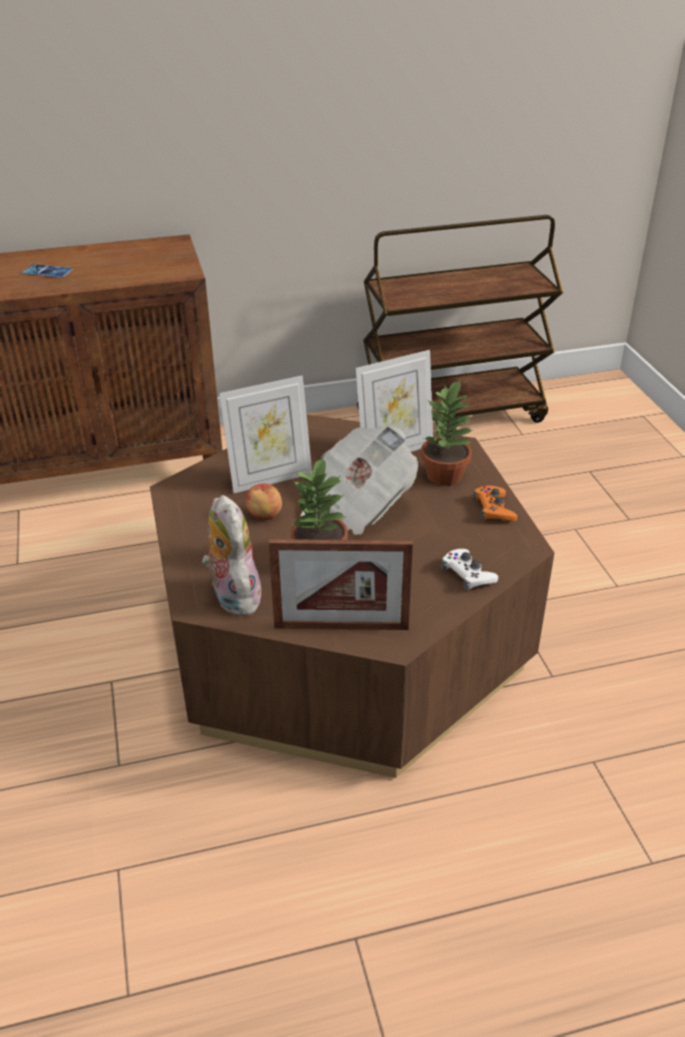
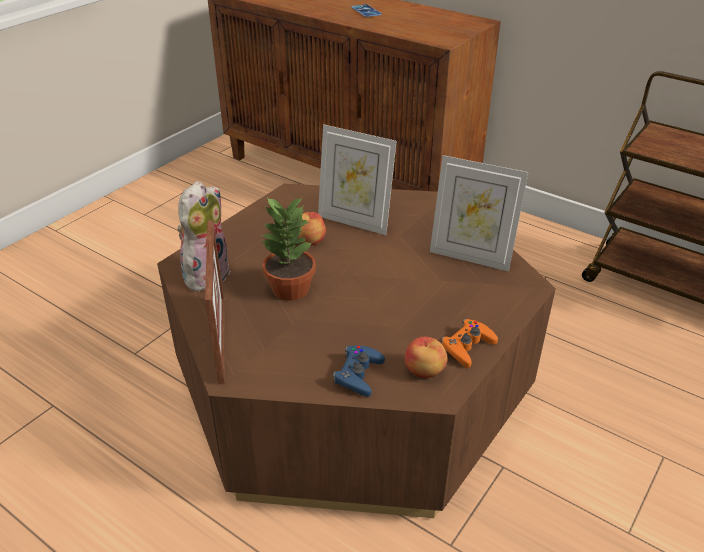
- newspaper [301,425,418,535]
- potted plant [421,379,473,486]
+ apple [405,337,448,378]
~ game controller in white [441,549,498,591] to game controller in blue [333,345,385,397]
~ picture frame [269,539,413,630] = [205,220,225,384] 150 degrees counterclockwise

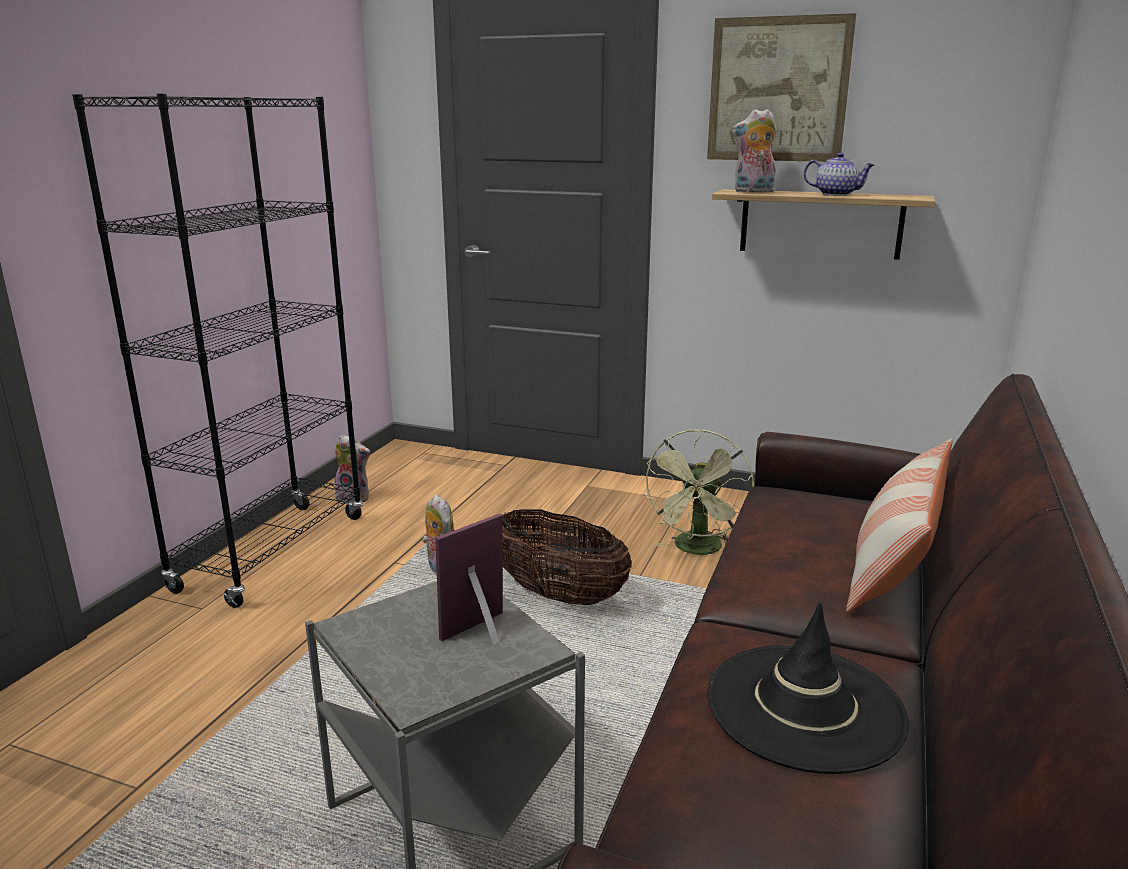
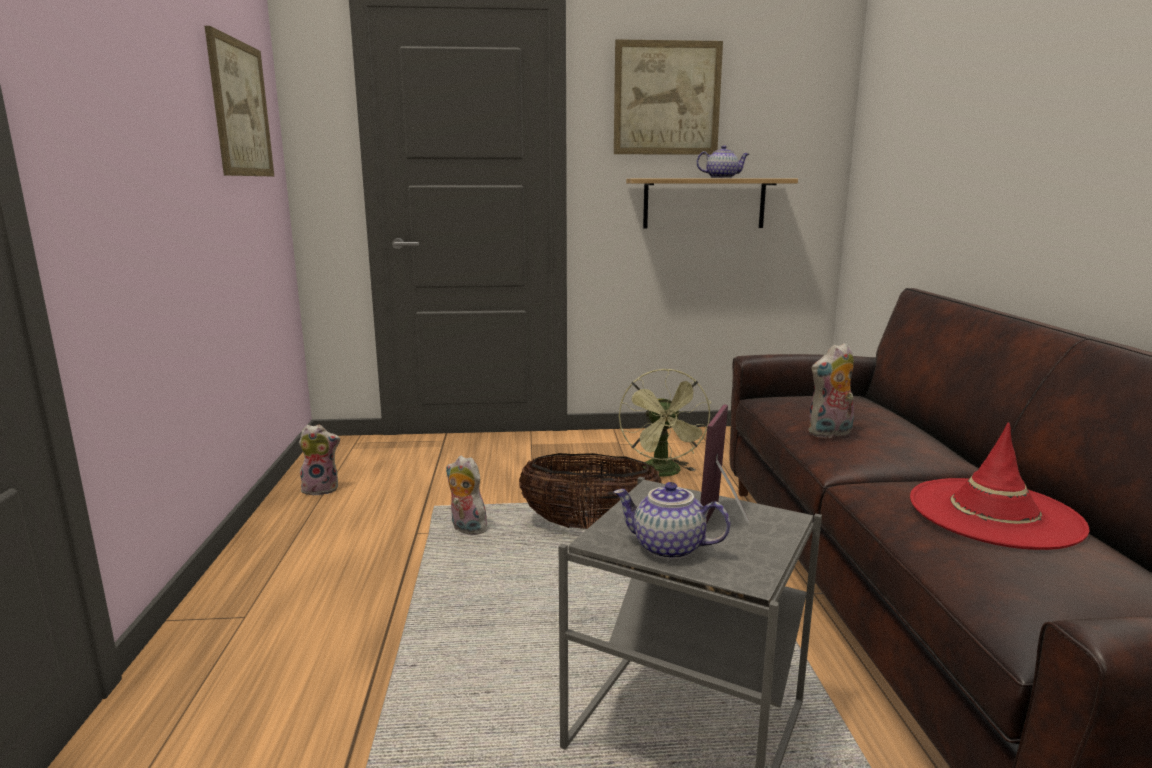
- bookcase in black [72,94,363,608]
- pillow [846,439,953,612]
+ picture [205,26,274,176]
+ teapot [614,482,730,560]
~ plush toy [732,109,777,193] to [808,343,854,438]
~ hat in black [708,602,909,774] to hat in red [910,422,1089,550]

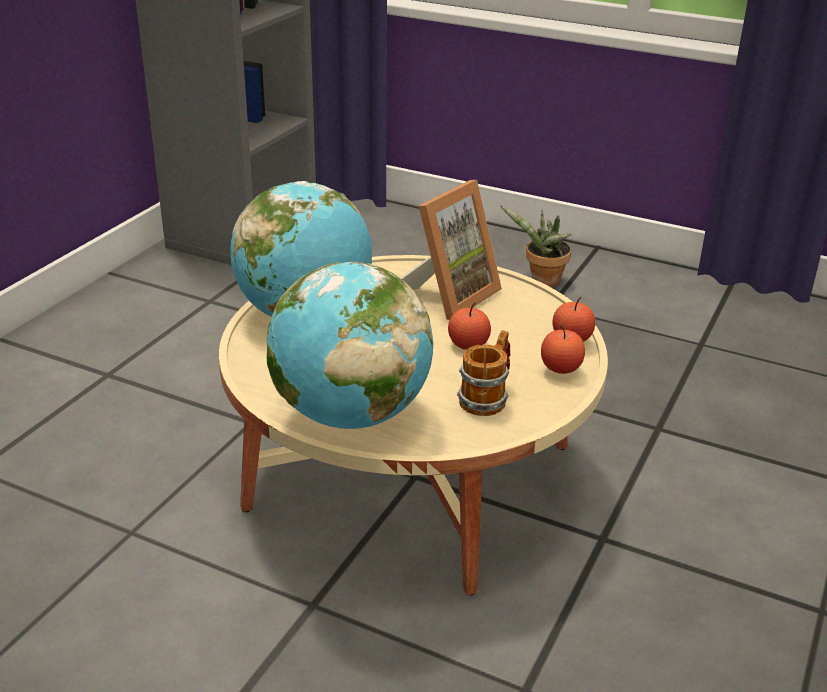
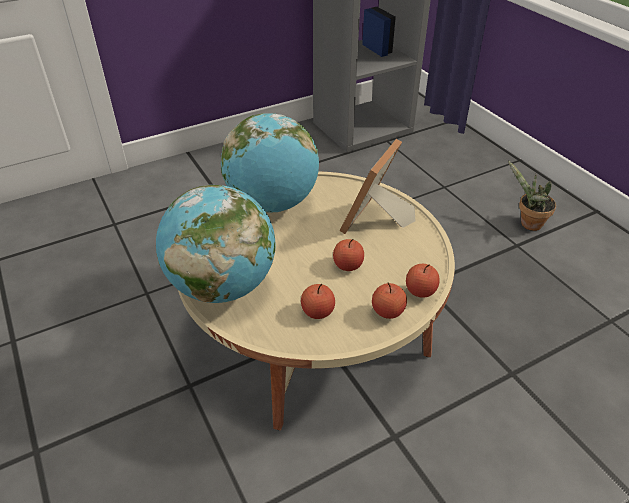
~ mug [457,330,510,416] to apple [301,284,335,319]
~ picture frame [400,180,502,320] = [340,139,415,234] 135 degrees clockwise

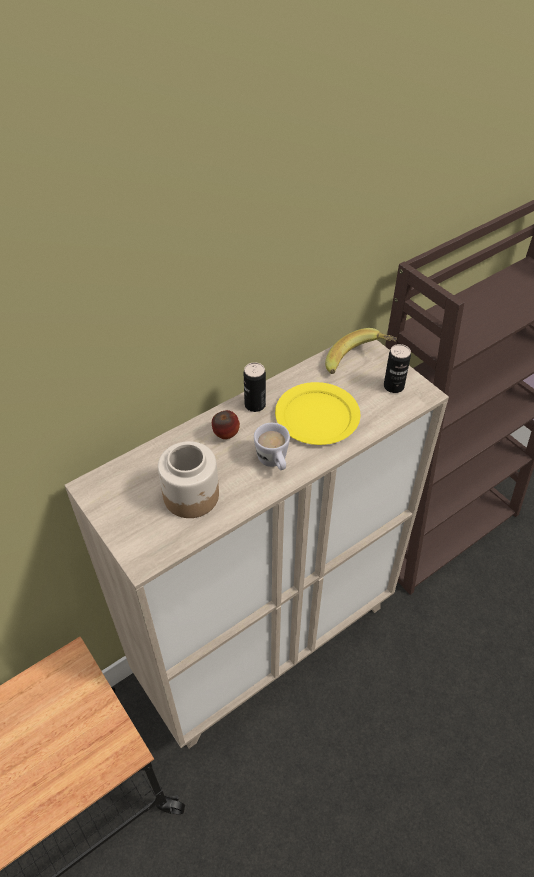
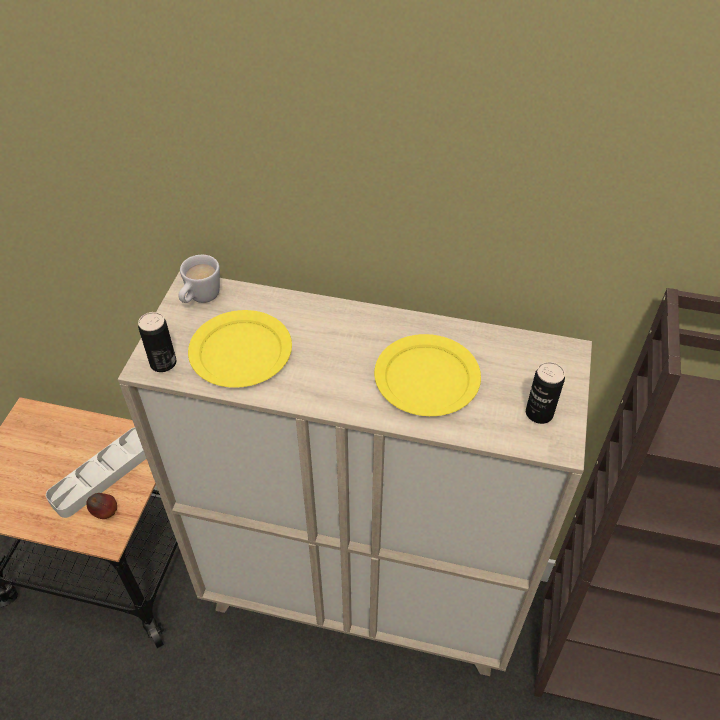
- banana [325,328,397,374]
+ tray in grey [46,427,146,518]
~ apple [212,410,240,439] to [87,493,117,519]
~ can [244,362,266,412] to [138,312,176,372]
~ mug in white [254,423,290,470] to [178,255,220,303]
~ jar [158,441,219,518] to plate in yellow [188,310,292,388]

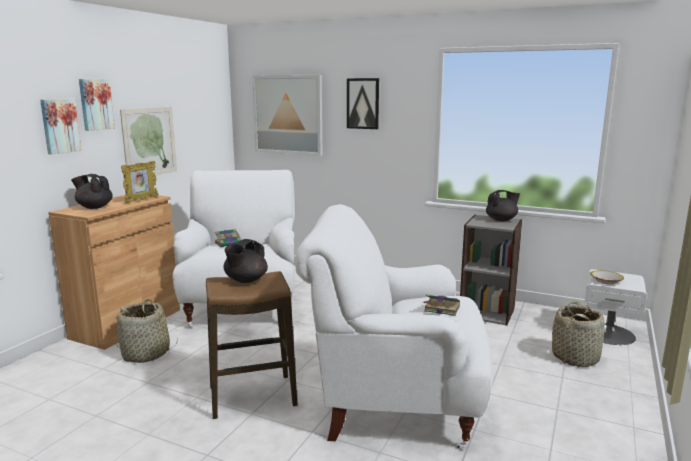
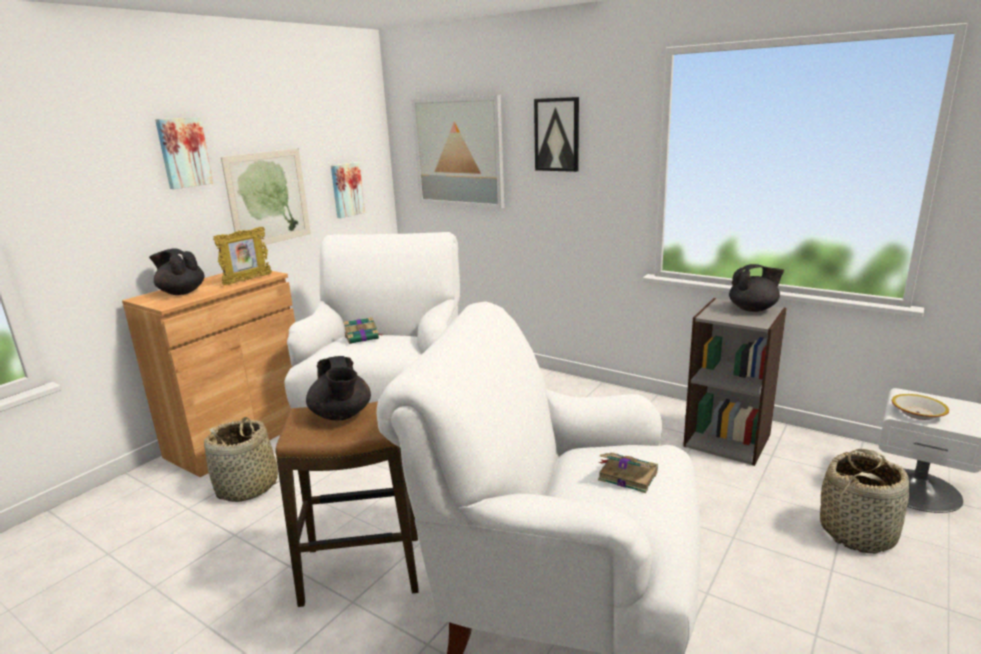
~ picture [40,99,82,154] to [331,162,365,218]
~ teapot in black [223,239,268,283] = [306,356,371,420] 60 degrees counterclockwise

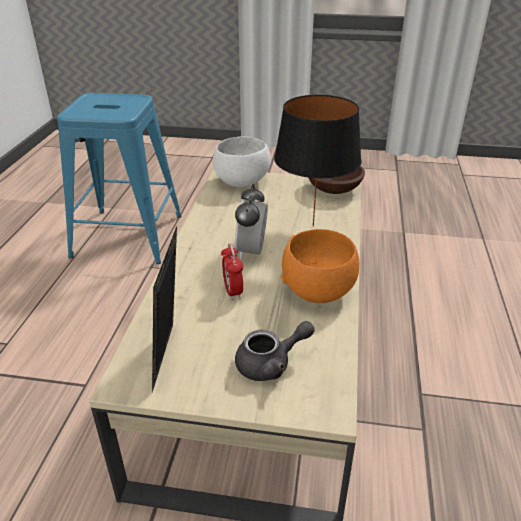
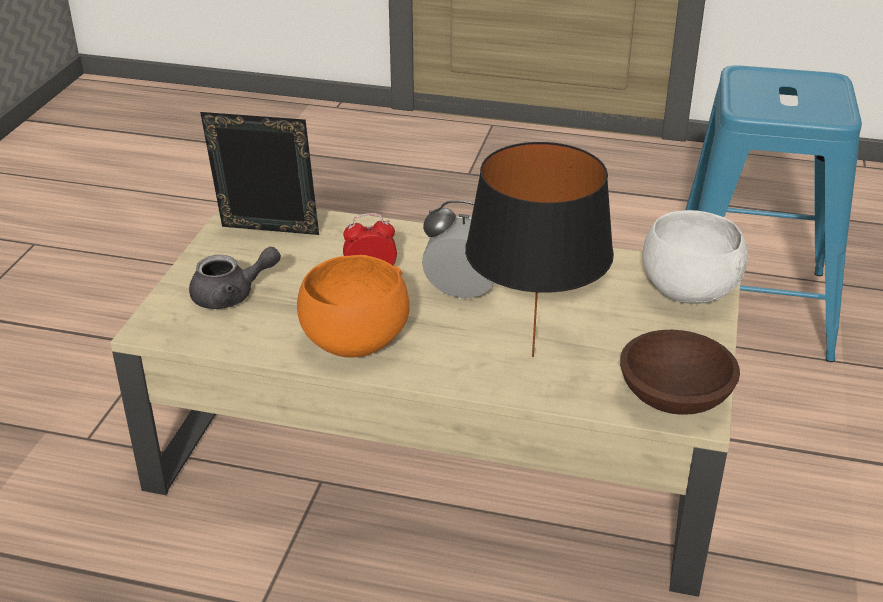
~ teapot in grey [235,321,315,381] = [189,247,281,309] 90 degrees counterclockwise

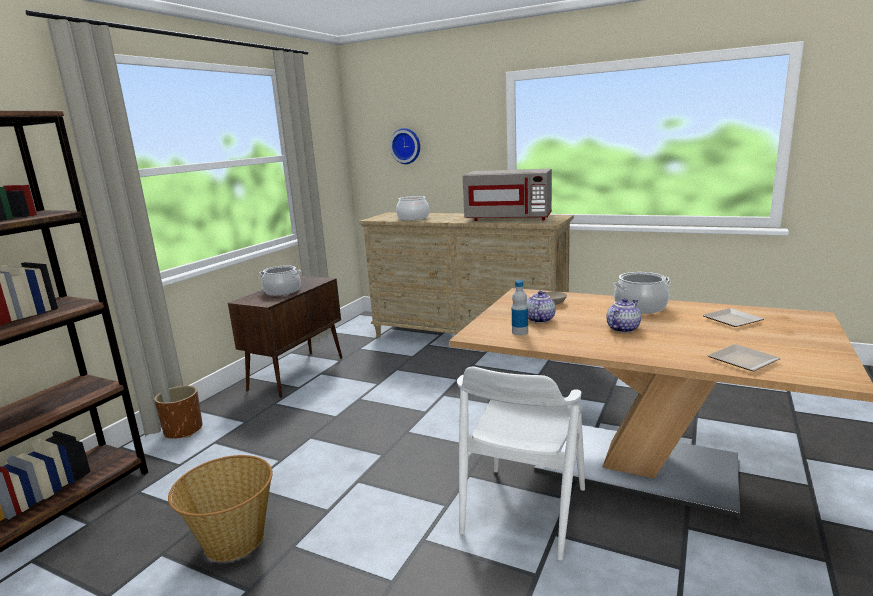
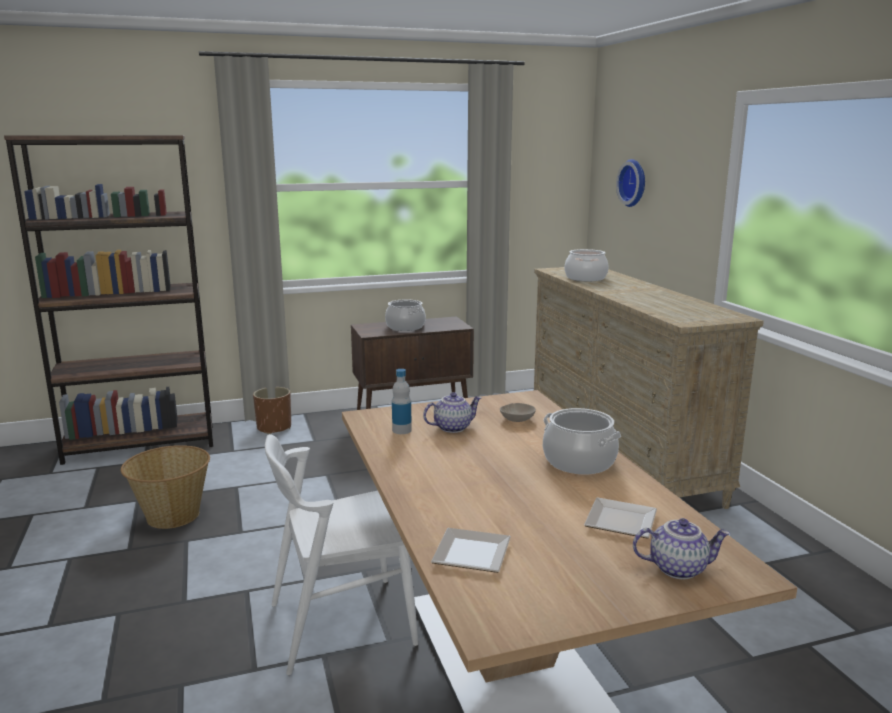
- microwave in grey [463,169,552,221]
~ teapot [607,298,641,333] to [633,518,730,579]

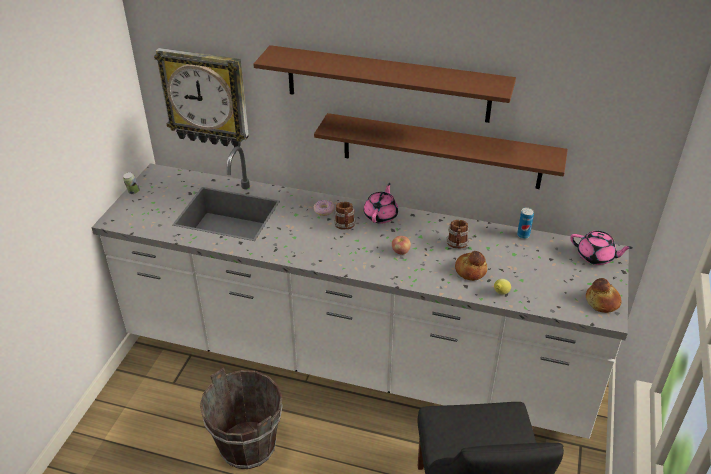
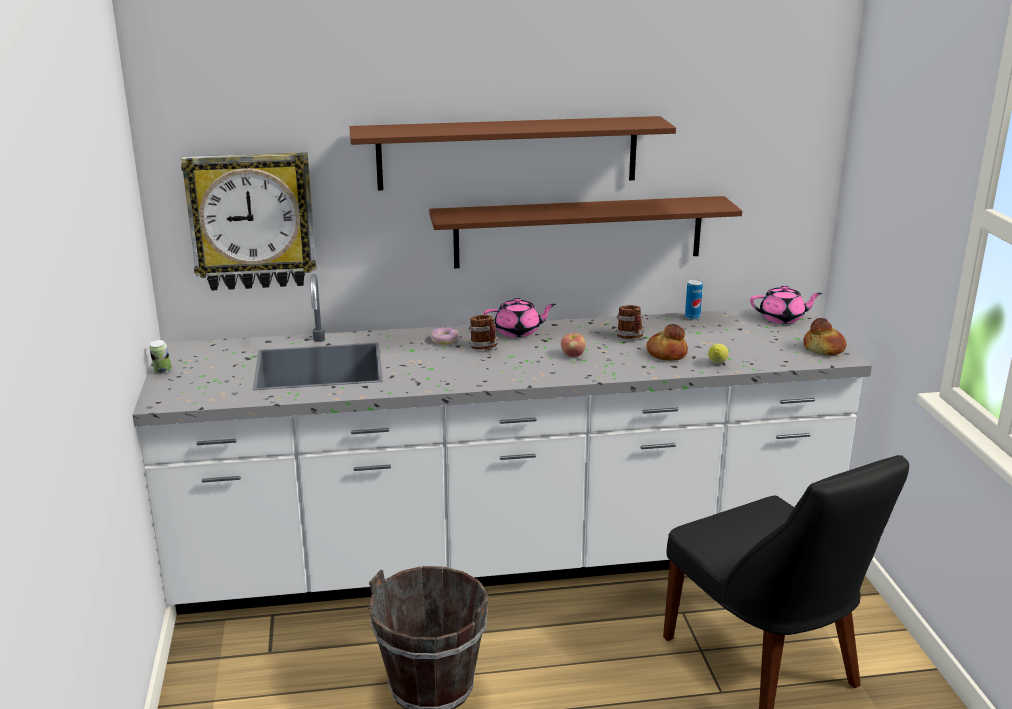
~ teapot in pink [364,183,398,224] = [483,298,556,337] 90 degrees clockwise

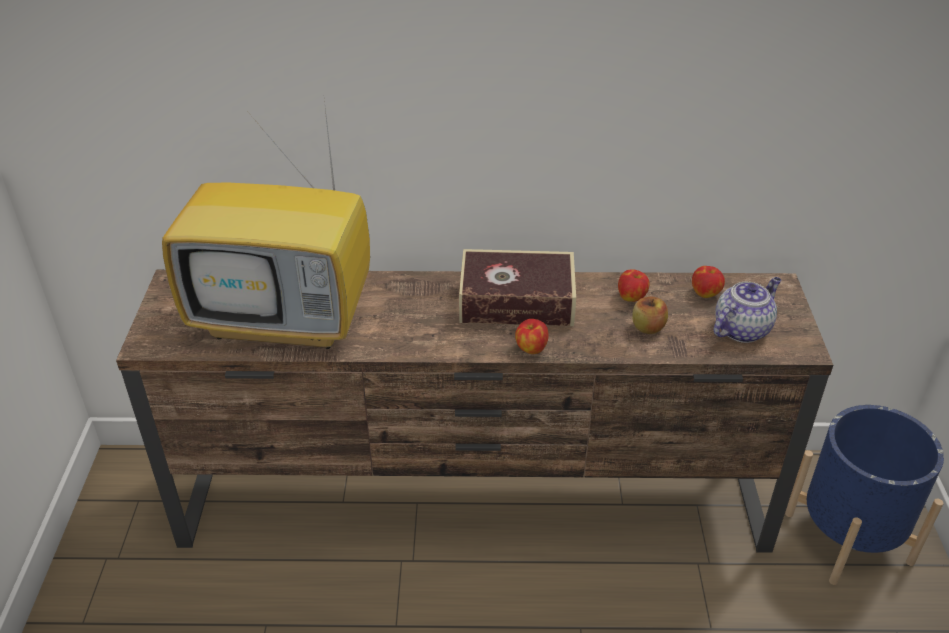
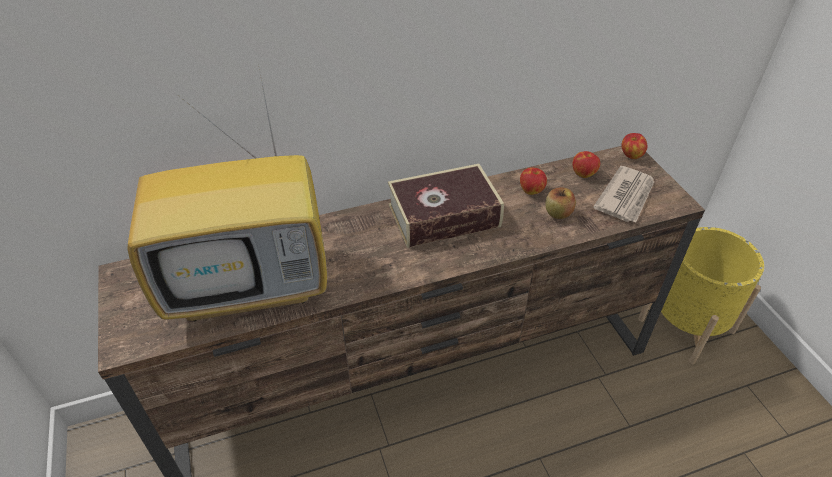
~ apple [515,319,548,354] to [622,133,647,159]
~ teapot [714,277,781,343] to newspaper [593,166,654,223]
~ planter in blue [785,405,944,585] to planter in yellow [638,227,764,364]

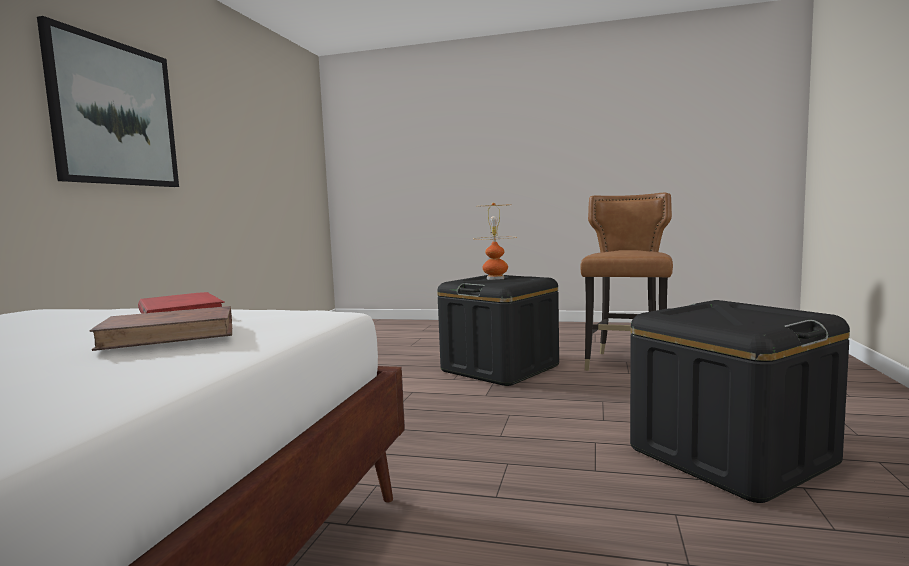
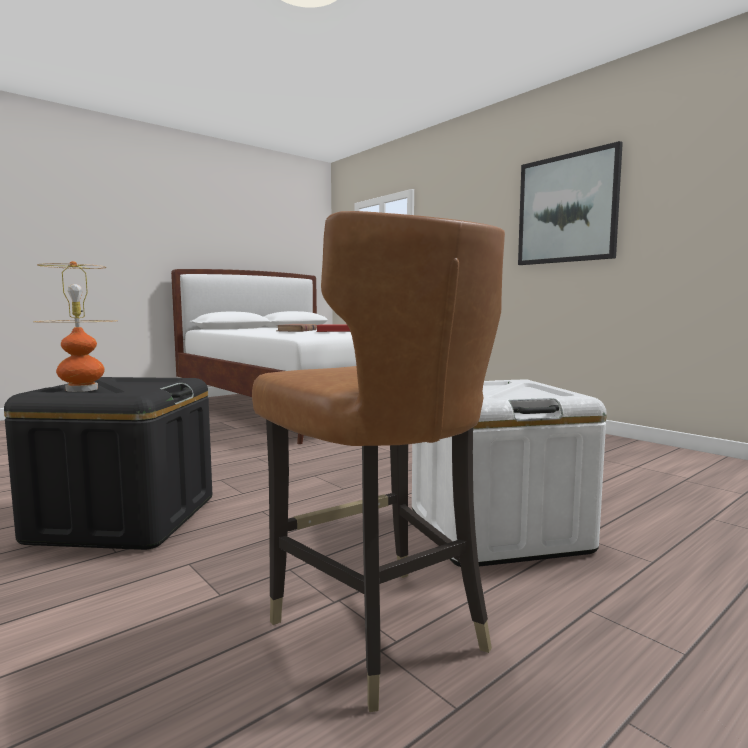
~ table lamp [473,203,517,280] to [33,261,118,392]
~ storage box in black [437,275,559,386] to storage box in white [412,379,607,567]

